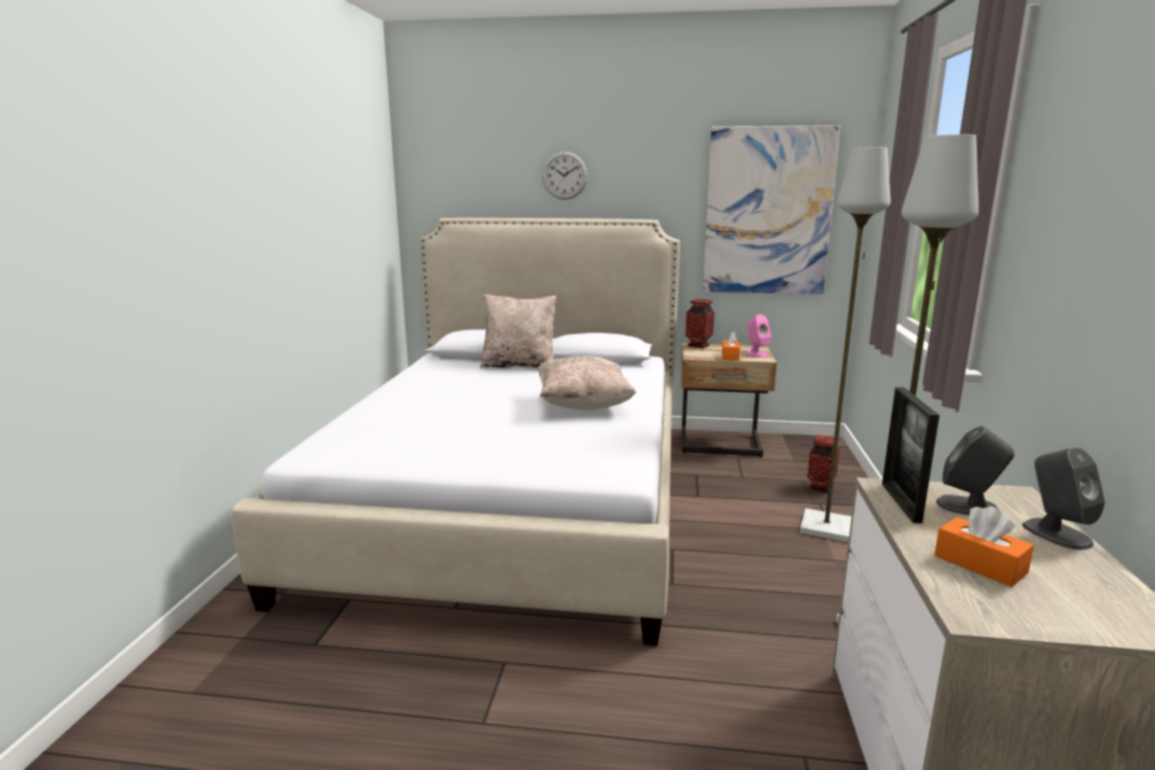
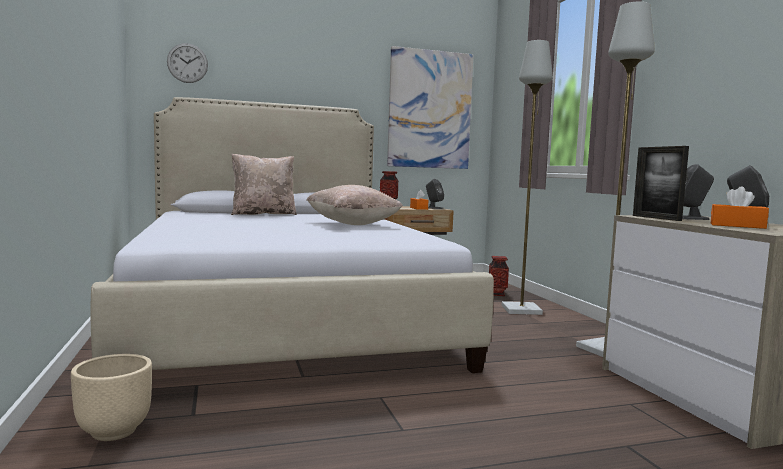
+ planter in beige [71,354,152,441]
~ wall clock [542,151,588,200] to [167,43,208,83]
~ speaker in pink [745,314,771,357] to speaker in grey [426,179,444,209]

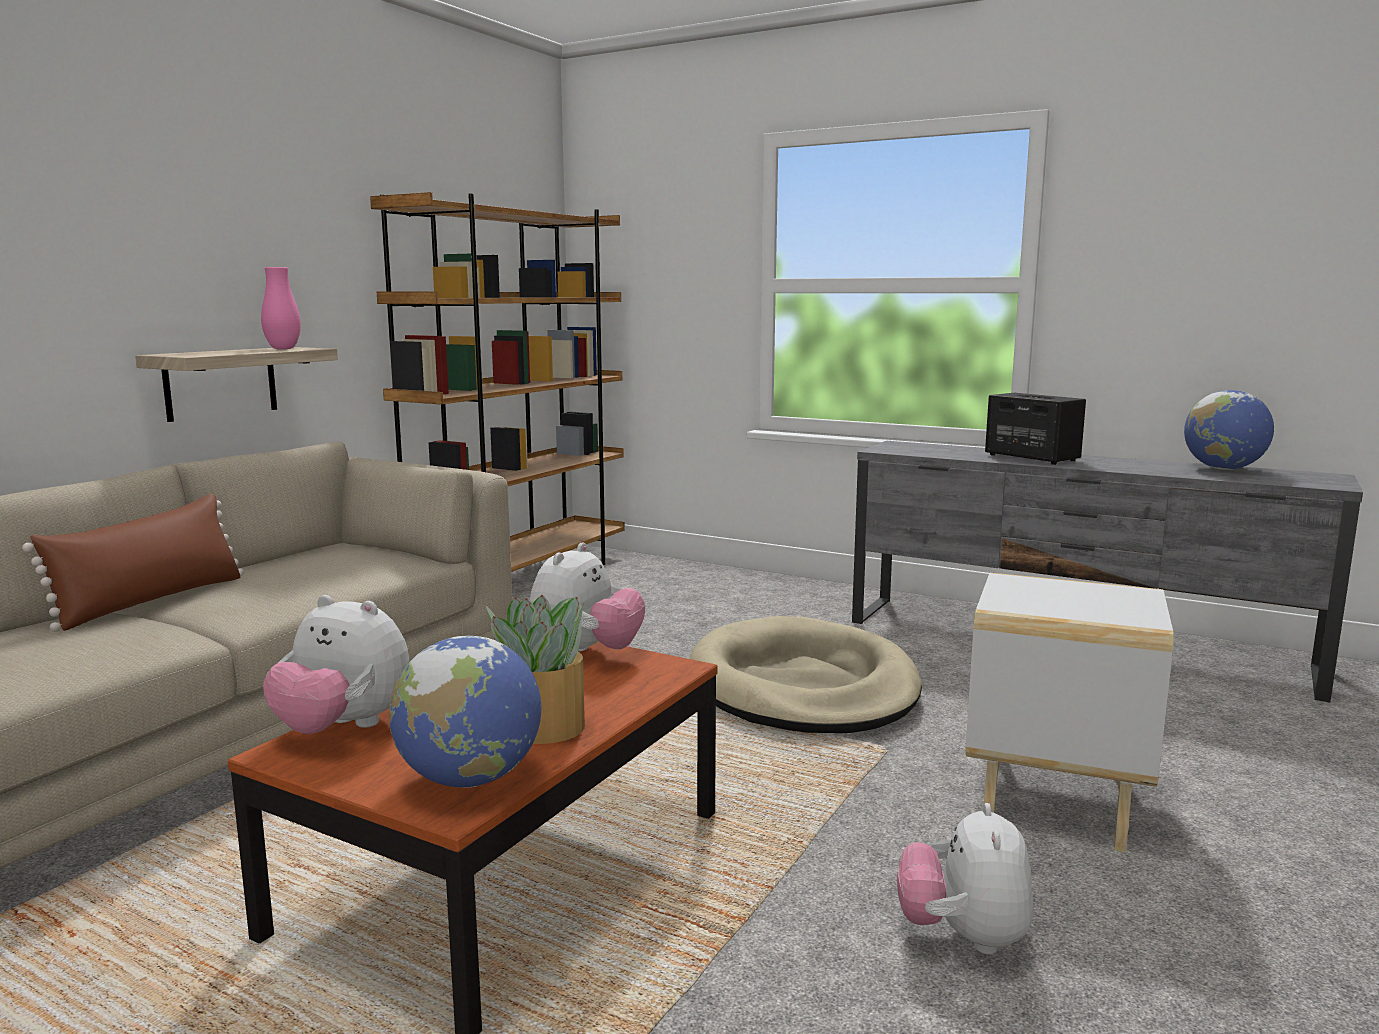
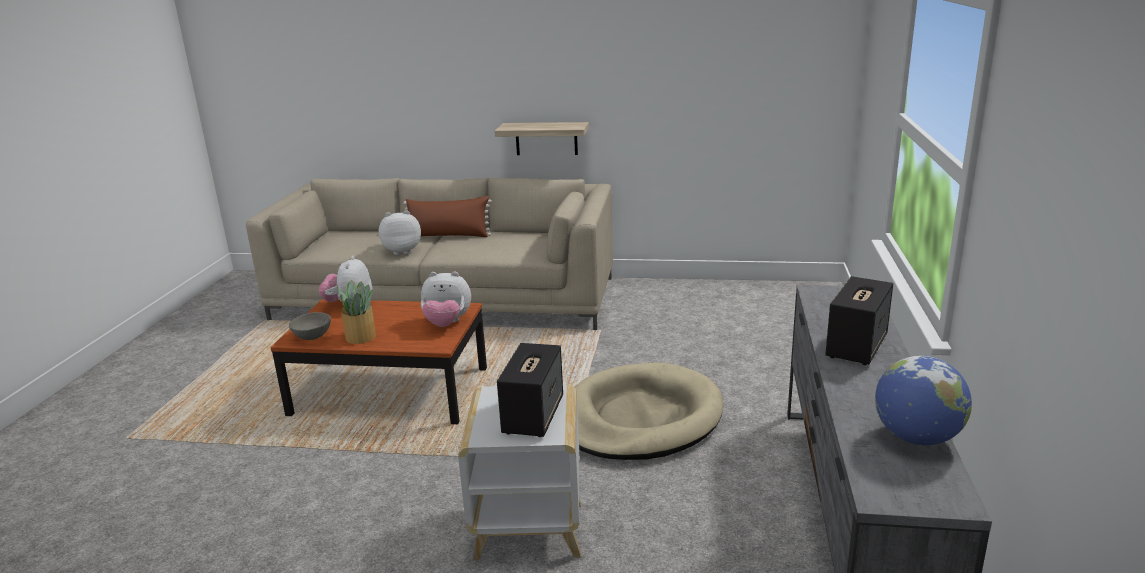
- vase in pink [261,267,301,349]
- bookcase in brown [370,192,625,572]
+ speaker [497,343,563,437]
~ plush toy [897,803,1033,954] to [379,210,421,255]
~ globe [389,636,541,788] to bowl in grey [289,312,331,340]

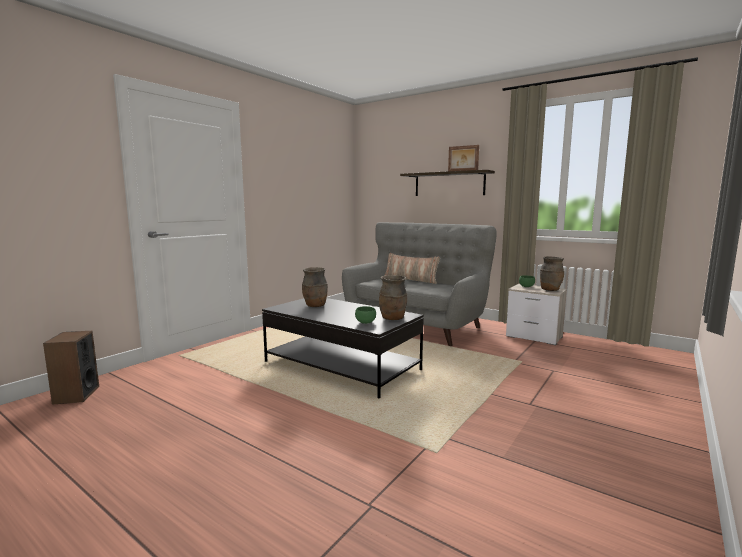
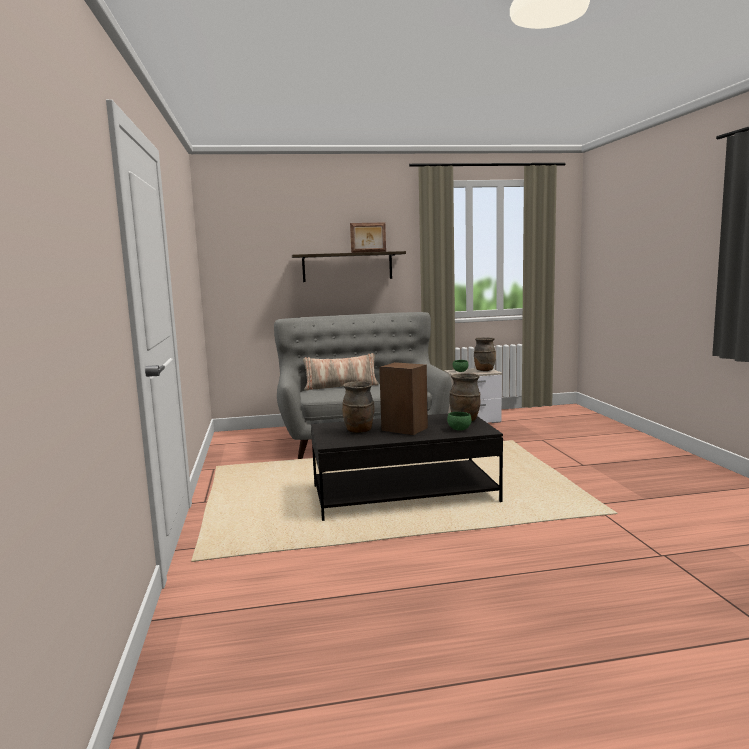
~ speaker [43,331,99,405] to [379,362,428,435]

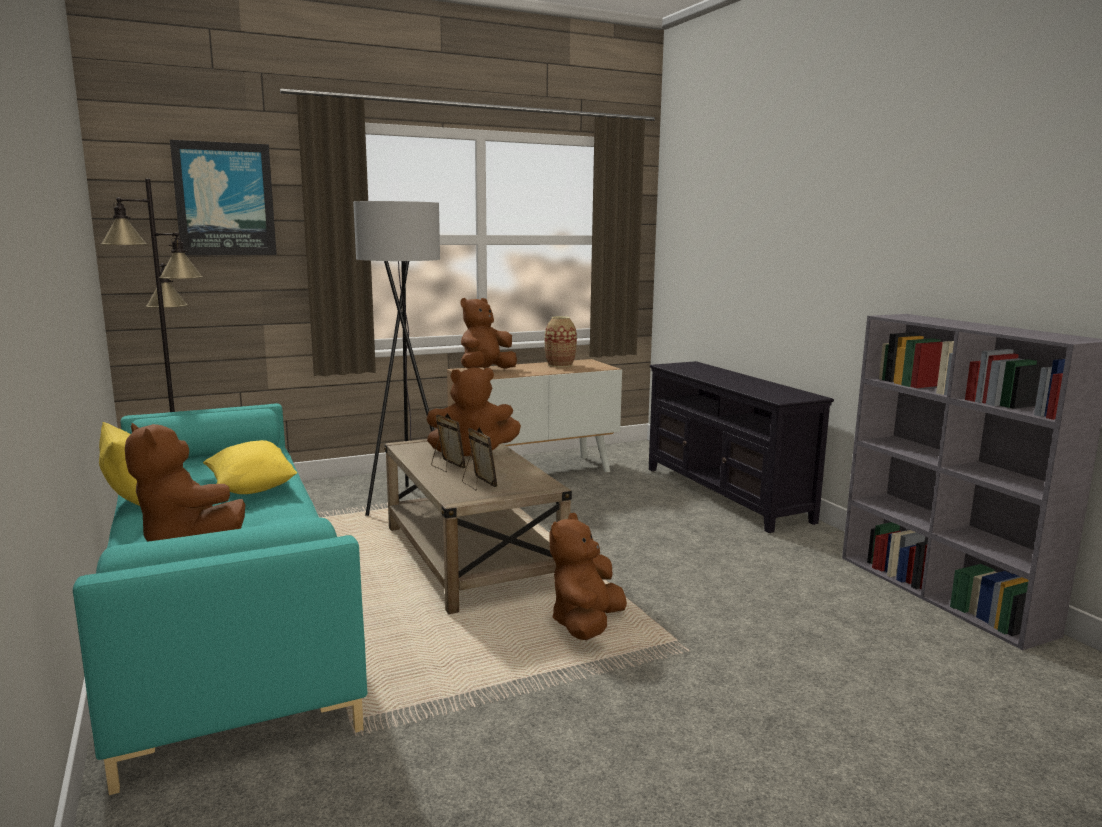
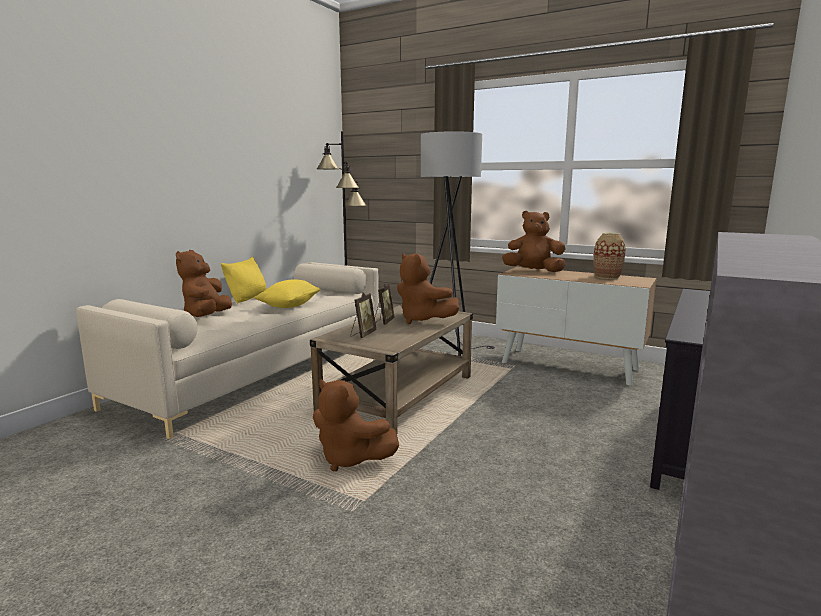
- picture [170,140,277,256]
~ sofa in turquoise [73,403,368,795] to sofa in beige [76,262,379,439]
~ plush toy in brown [549,513,627,640] = [313,379,399,471] 135 degrees counterclockwise

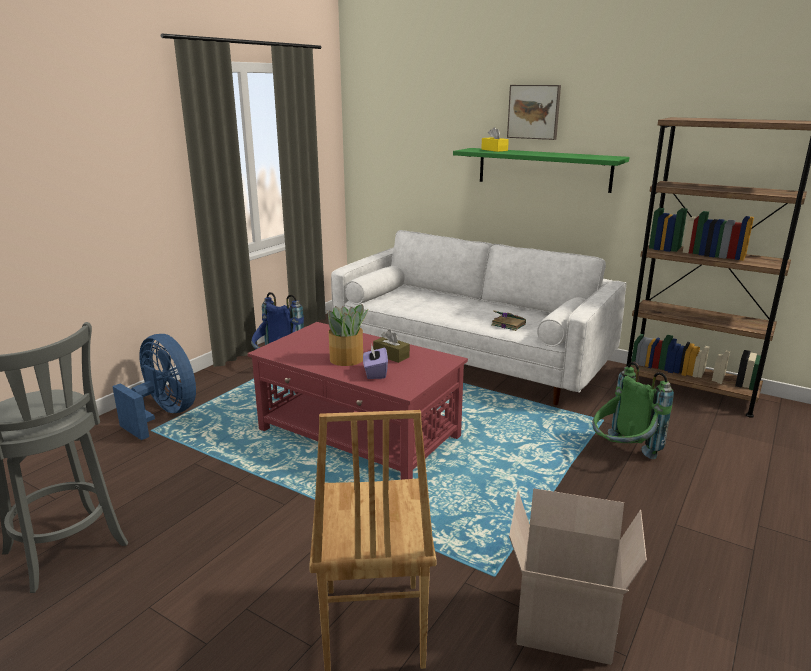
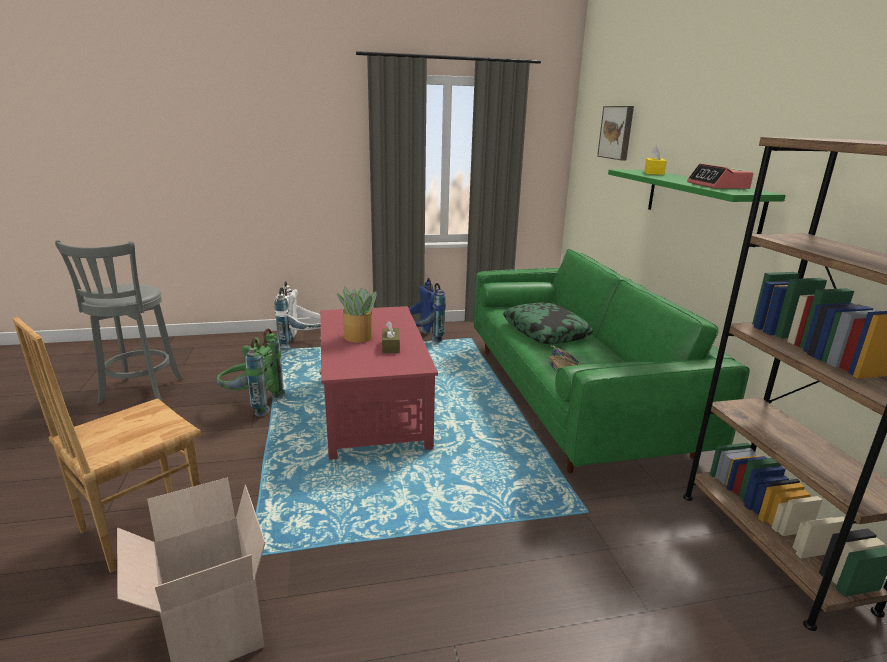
- tissue box in purple [363,343,388,379]
+ pillow [503,302,593,344]
+ alarm clock [687,163,754,189]
~ picture [507,85,561,140] to [597,106,634,160]
~ backpack in green [592,362,674,459] to [216,329,285,417]
~ fan in blue [112,334,196,440] to backpack in white [274,281,321,349]
~ sofa in white [331,230,627,405] to sofa in green [474,249,749,473]

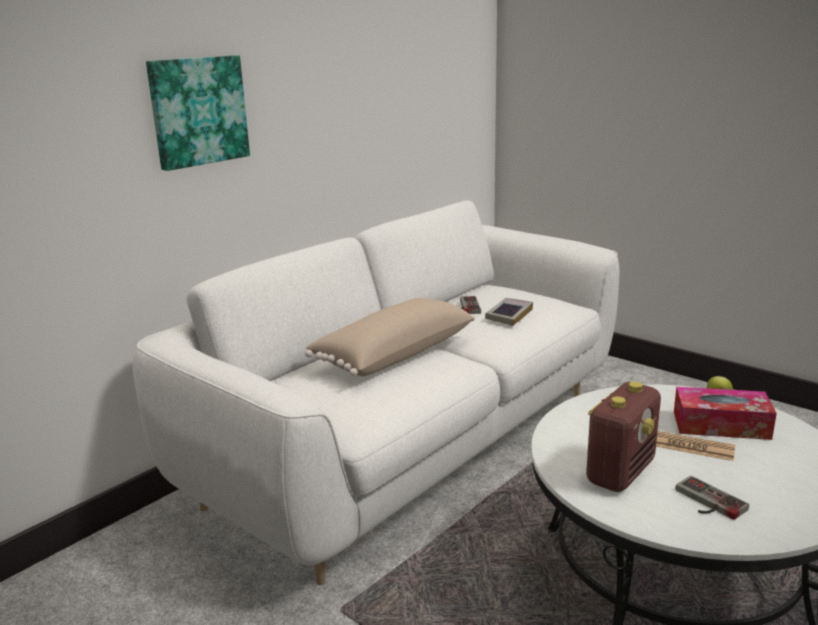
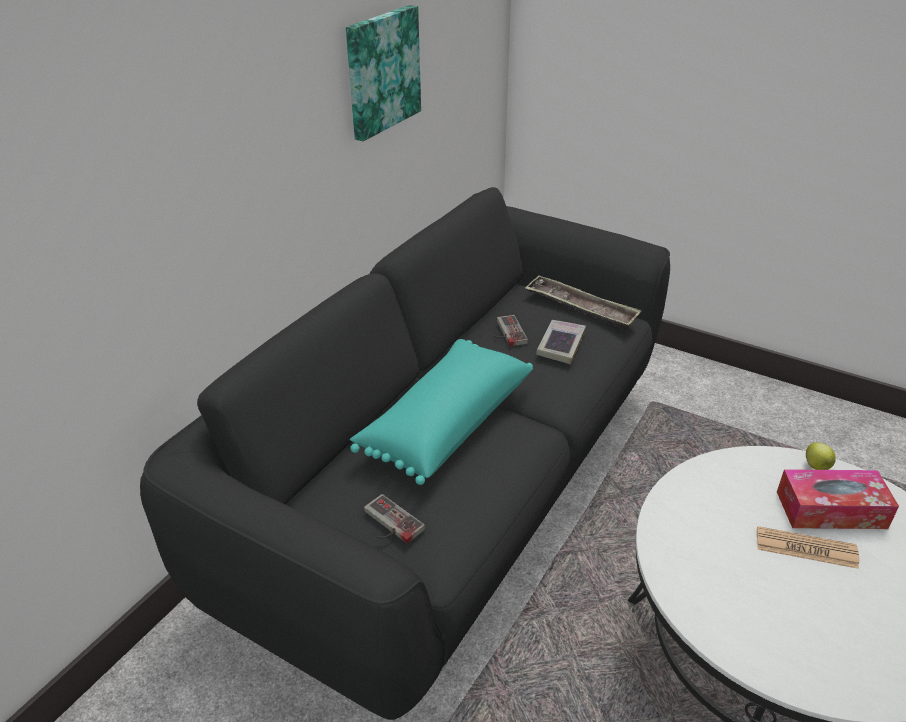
- radio [586,382,661,492]
+ tray [525,275,641,330]
~ picture [146,55,250,171] to [346,5,421,141]
~ game controller [675,476,749,520] to [364,494,425,543]
~ sofa in white [133,200,619,585] to sofa in black [140,187,670,720]
~ pillow in beige [305,298,475,376] to pillow in turquoise [350,339,533,485]

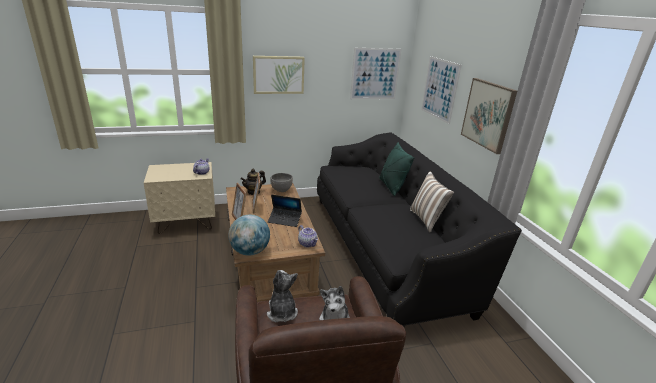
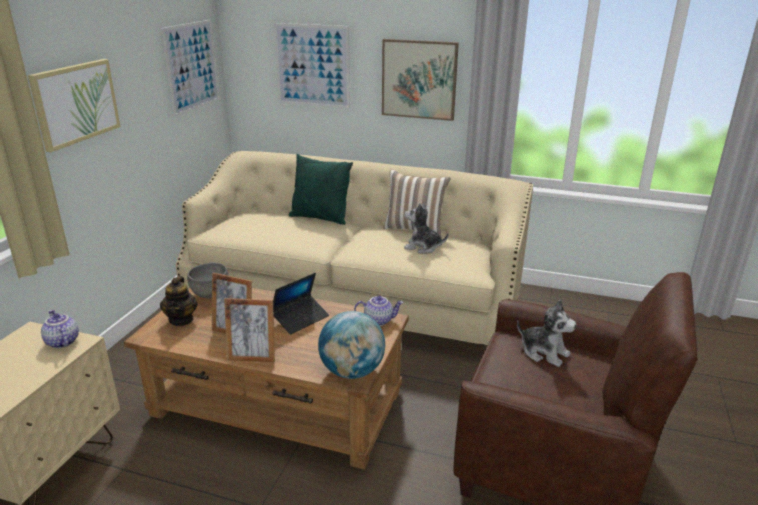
~ plush toy [267,270,298,322] to [404,203,448,253]
~ sofa in black [317,132,522,327] to sofa in beige [176,151,533,345]

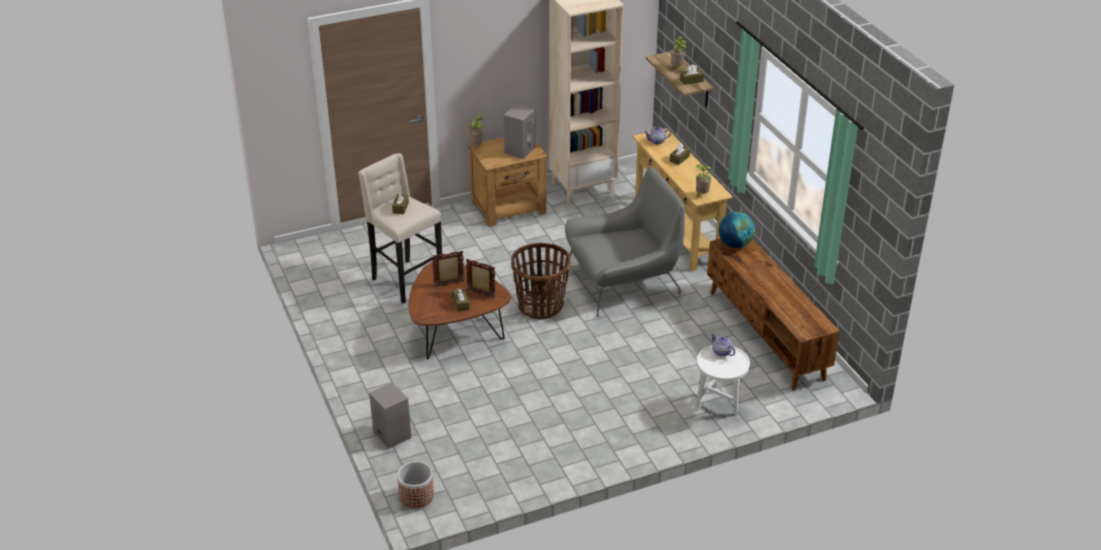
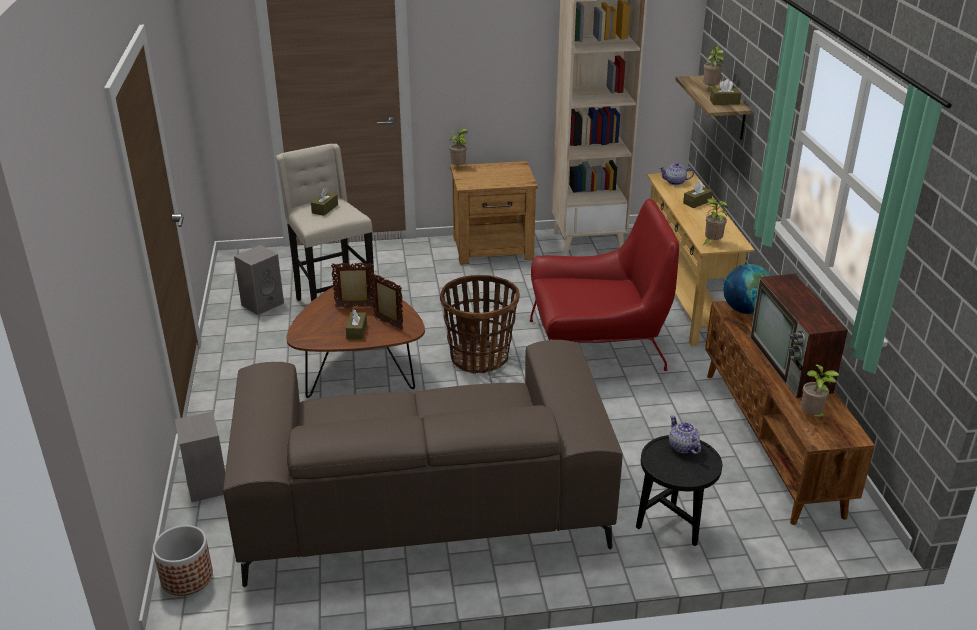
+ sofa in brown [223,340,623,588]
+ television [750,274,848,398]
+ potted plant [801,365,840,419]
~ speaker in grey [504,104,536,159] to [234,245,284,315]
~ armchair in grey [565,167,685,317] to armchair in red [530,199,679,371]
~ side table in white [696,345,750,415] to side table in black [636,435,722,546]

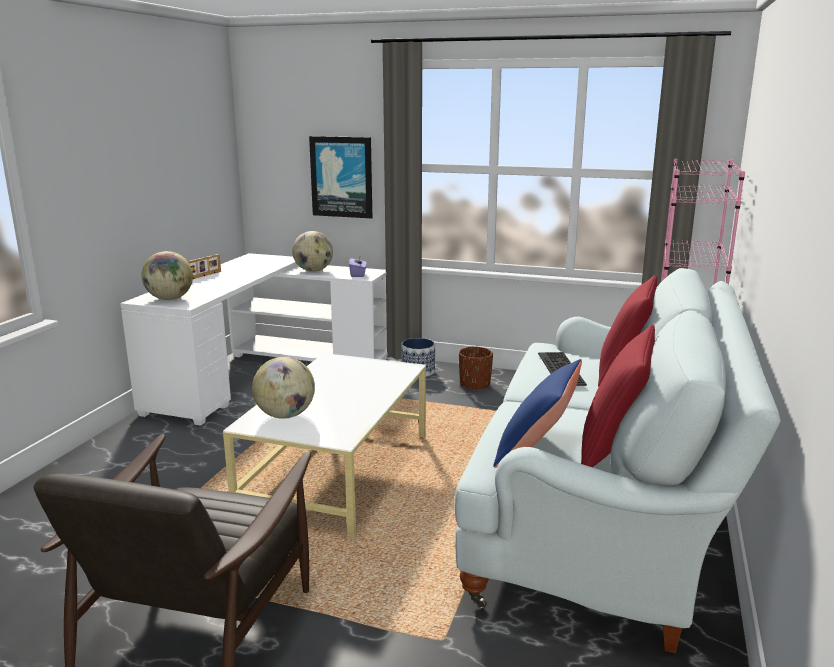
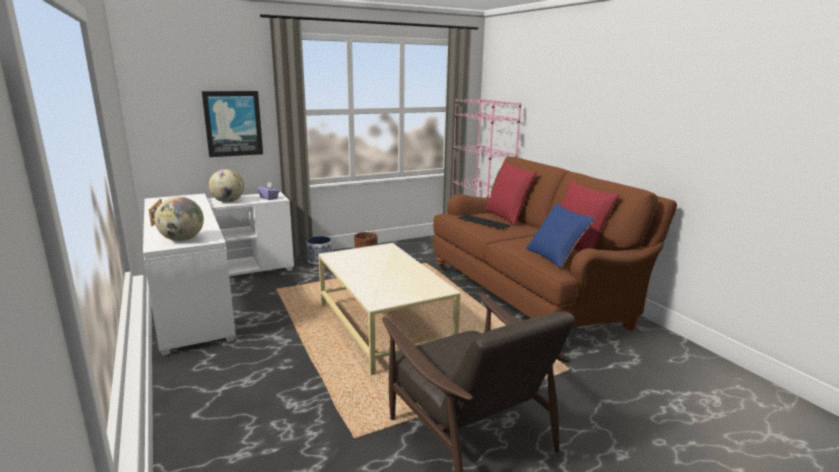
- globe [252,357,315,419]
~ sofa in white [455,268,781,653] to sofa in brown [433,157,677,331]

